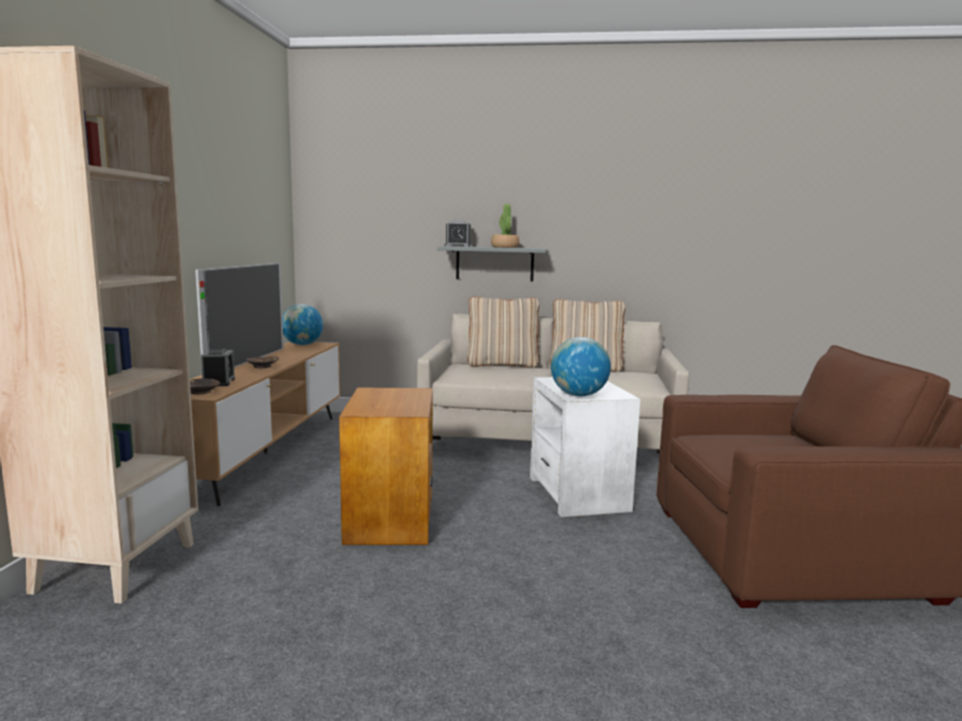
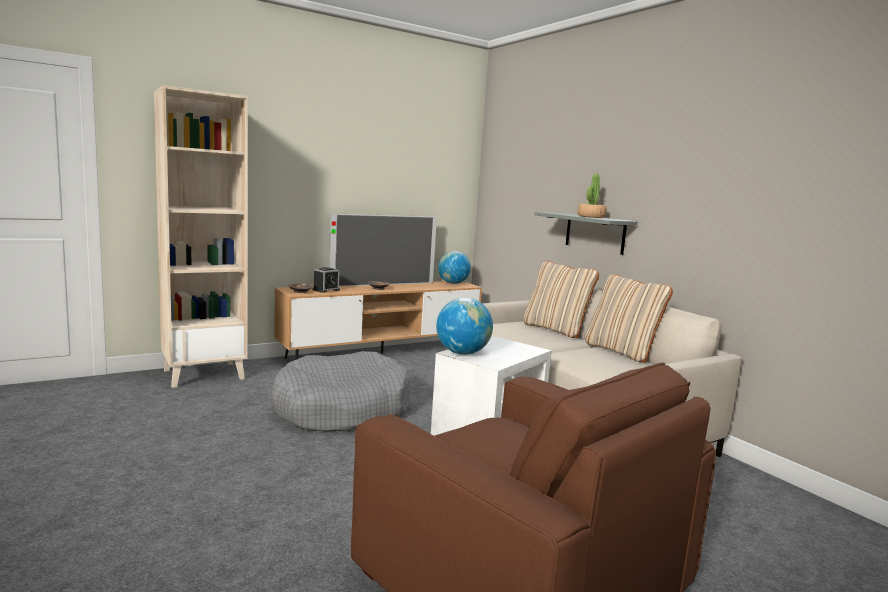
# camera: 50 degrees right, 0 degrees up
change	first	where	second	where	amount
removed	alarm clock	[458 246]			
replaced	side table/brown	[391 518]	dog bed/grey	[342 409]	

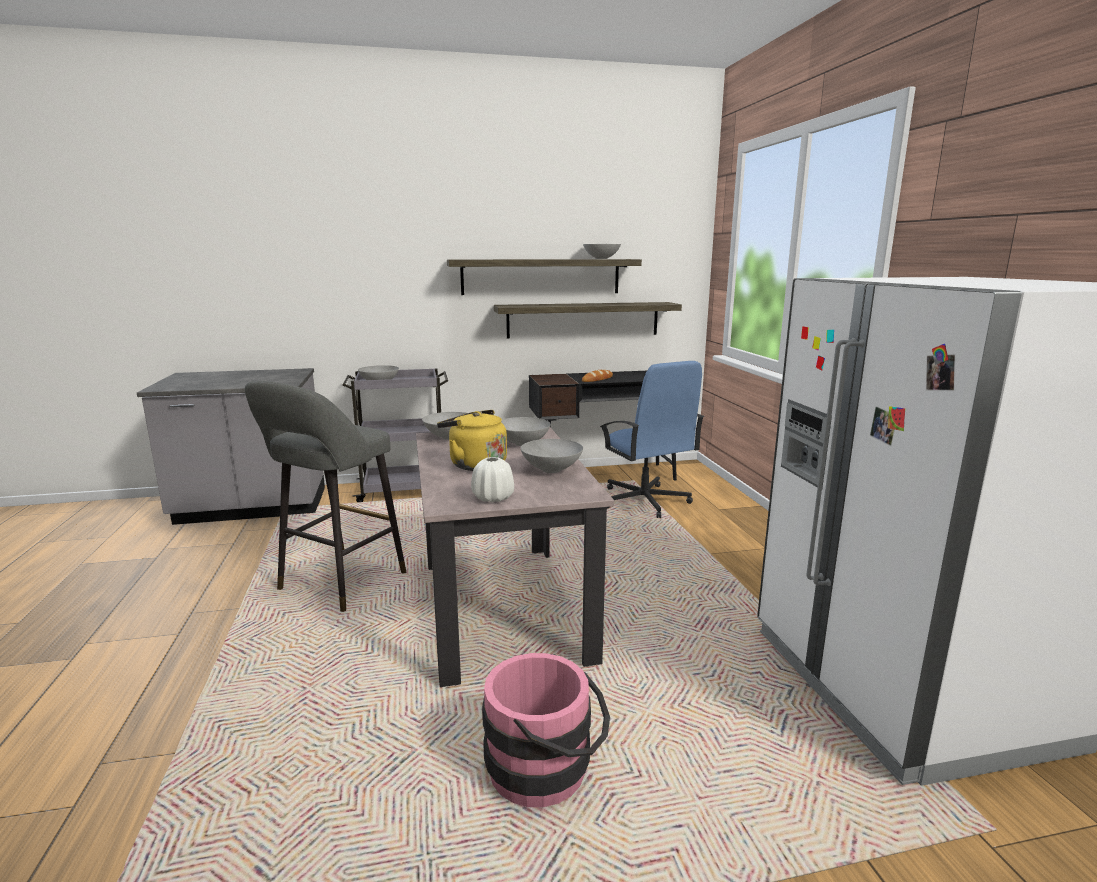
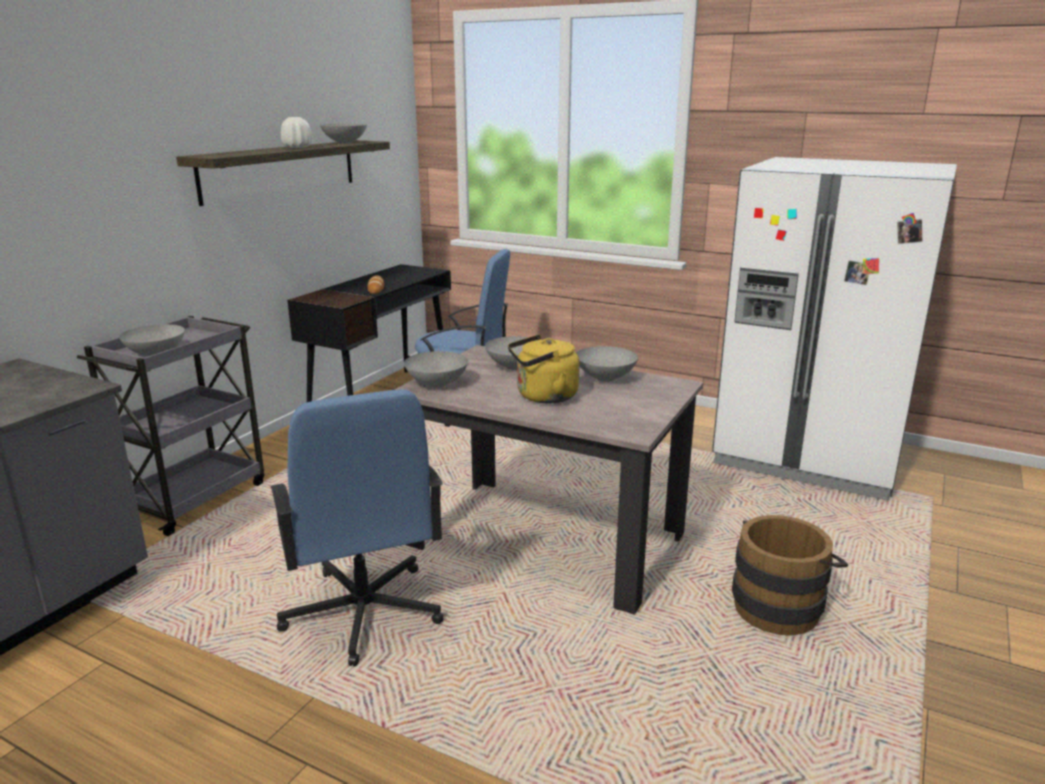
# camera: 50 degrees left, 5 degrees up
change	first	where	second	where	amount
removed	shelf	[583 320]			
moved	vase/white	[493 498]		[297 147]	
replaced	stool/grey	[337 584]	office chair/blue	[363 613]	
recoloured	bucket/pink	[547 770]	bucket/brown	[780 606]	

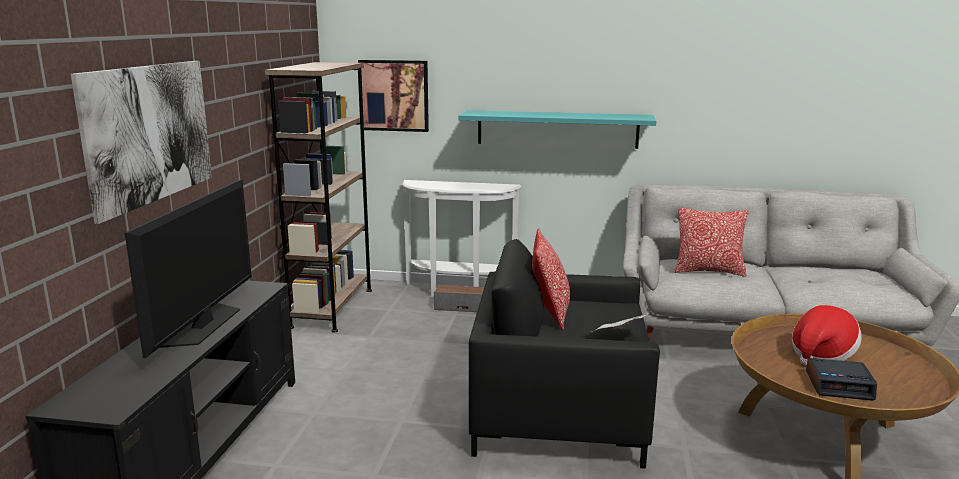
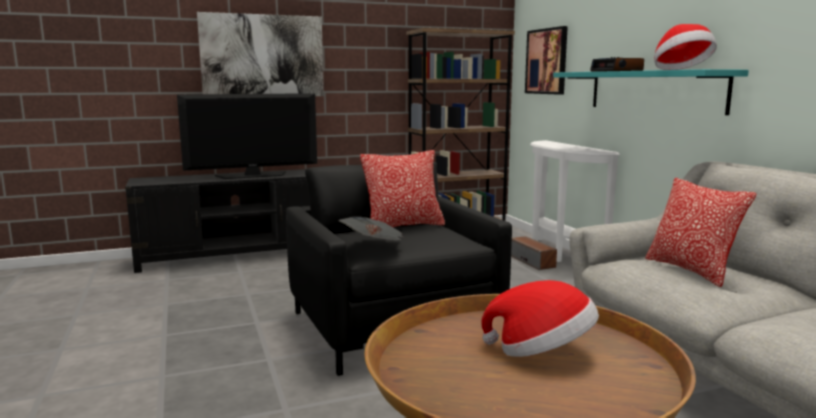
# camera: 60 degrees right, 5 degrees down
change	first	where	second	where	amount
added			hat	[681 69]	
moved	alarm clock	[839 385]		[617 71]	

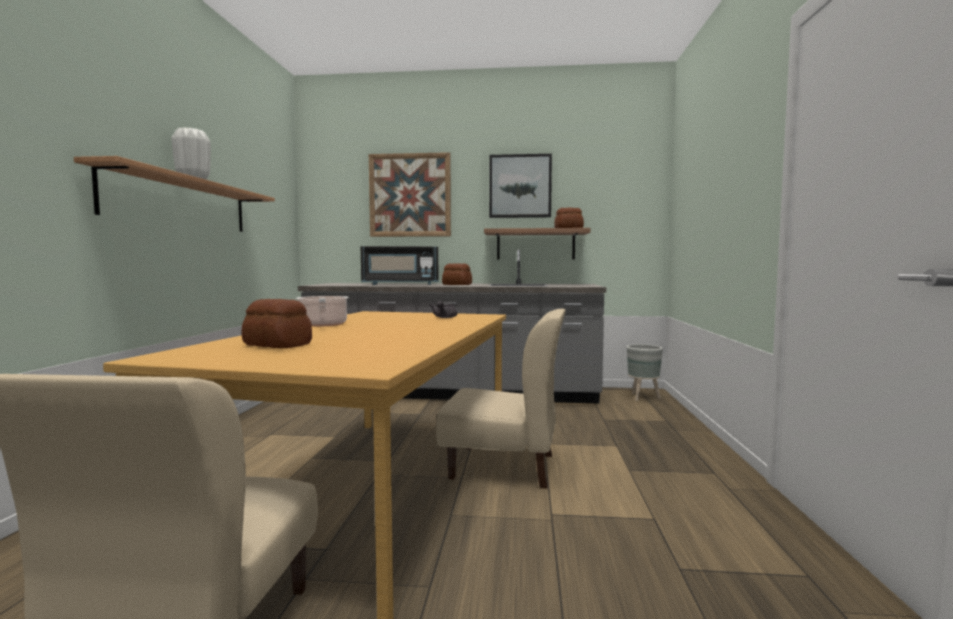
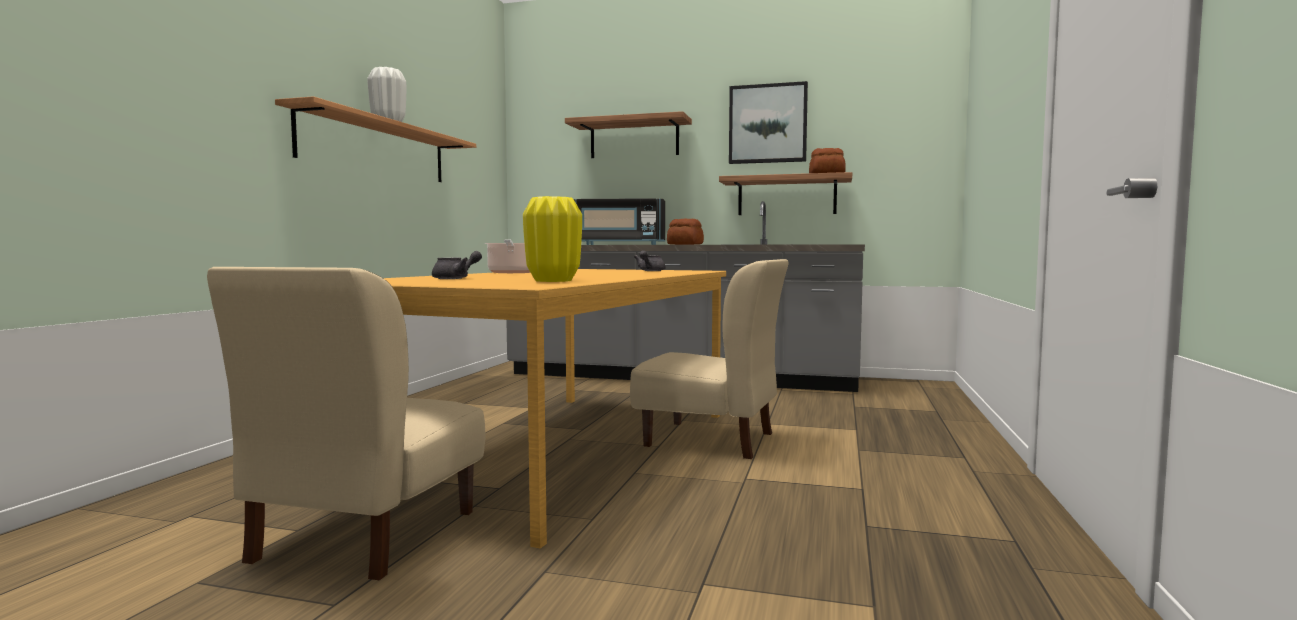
# camera: 10 degrees right, 0 degrees up
change	first	where	second	where	amount
removed	planter/grey	[643 397]			
added			vase/yellow	[552 281]	
replaced	bread	[278 345]	teapot/grey	[456 278]	
replaced	picture	[410 195]	shelf	[634 139]	

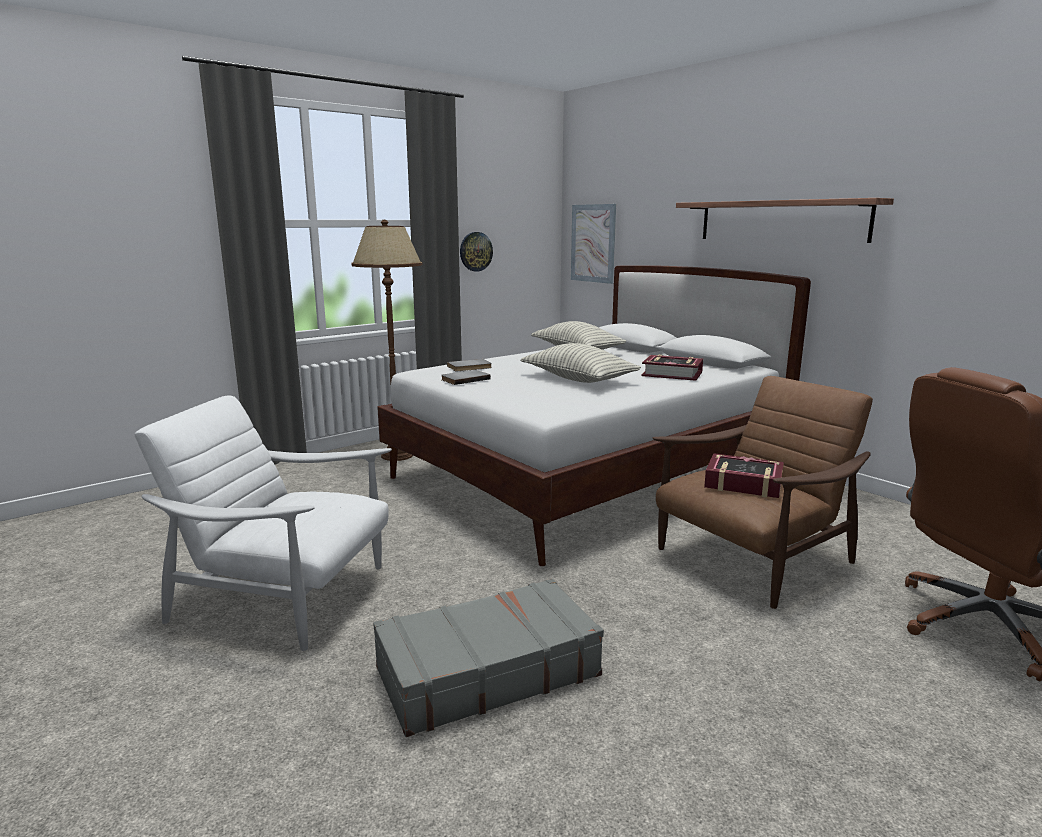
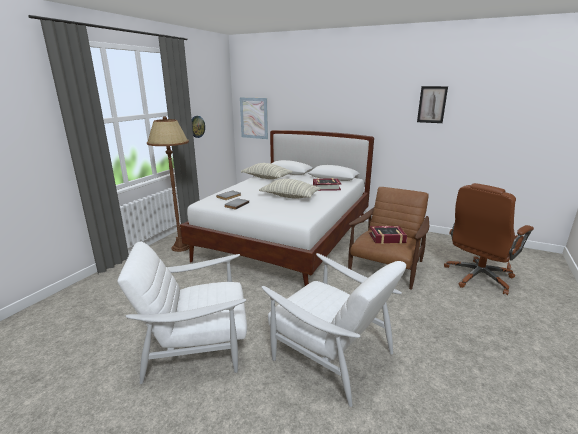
# camera: 25 degrees left, 5 degrees up
change	first	where	second	where	amount
removed	shelf	[780 221]			
added			picture	[432 104]	
replaced	suitcase/grey	[486 671]	armchair/white	[330 353]	

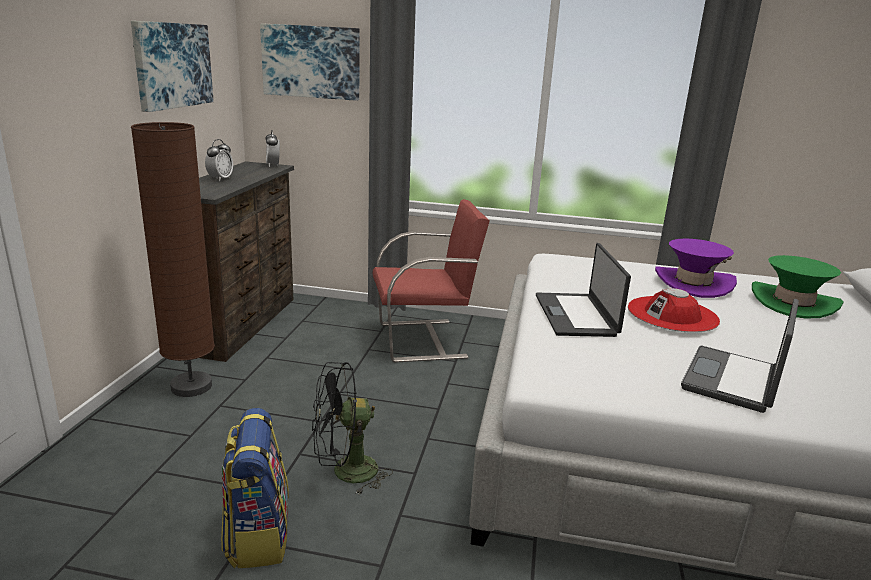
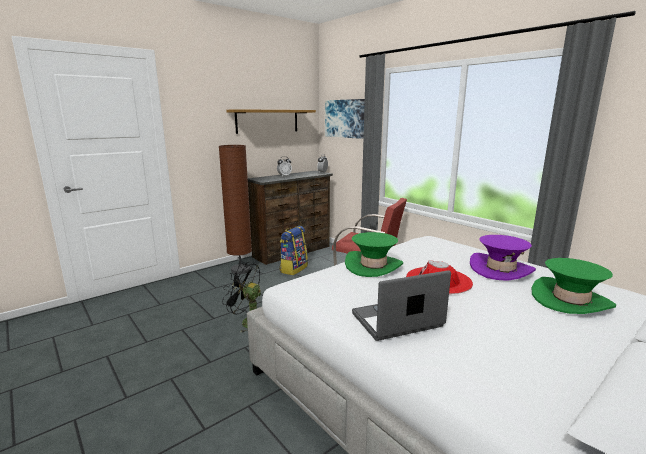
# camera: 40 degrees right, 5 degrees down
change	first	where	second	where	amount
moved	backpack	[257 535]		[293 269]	
replaced	picture	[172 65]	shelf	[267 121]	
replaced	laptop	[576 315]	hat/green	[373 266]	

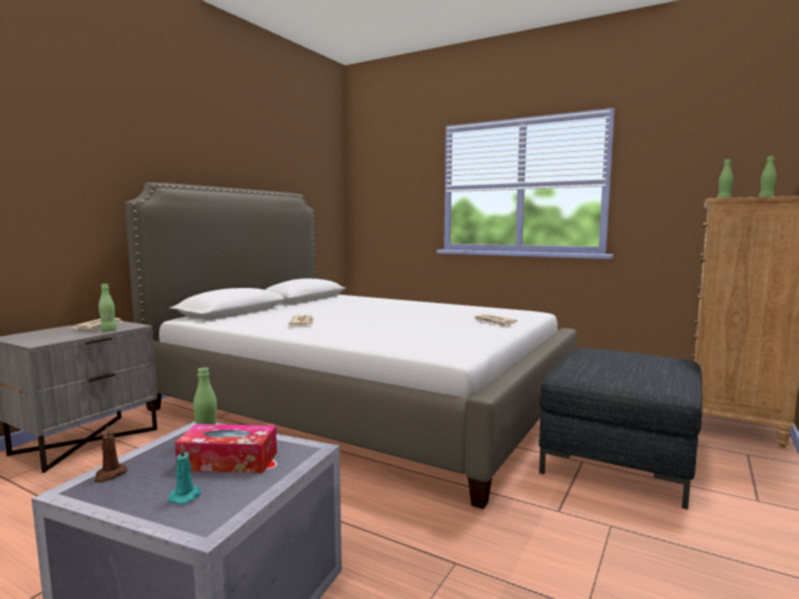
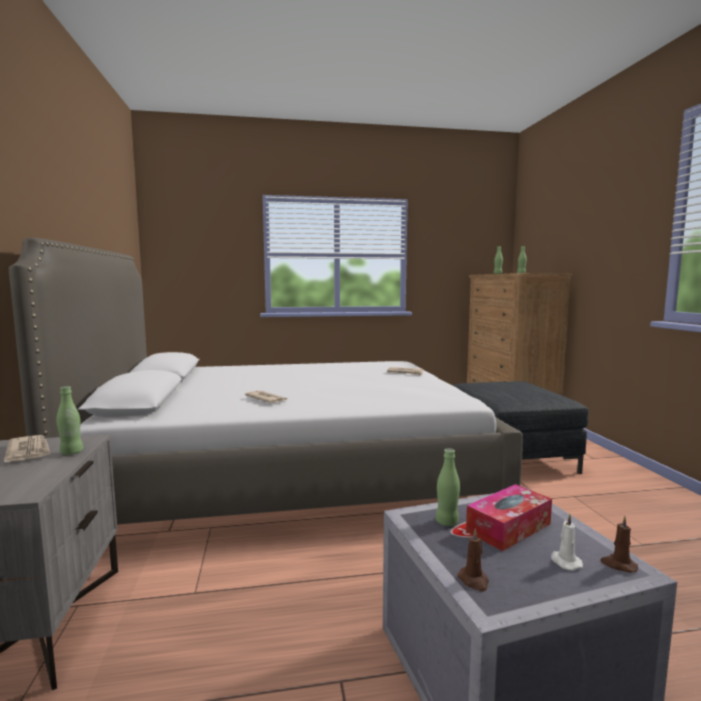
# camera: 40 degrees left, 0 degrees up
change	first	where	second	where	amount
added			candle/brown	[618 565]	
recoloured	candle/turquoise	[186 496]	candle/white	[565 562]	

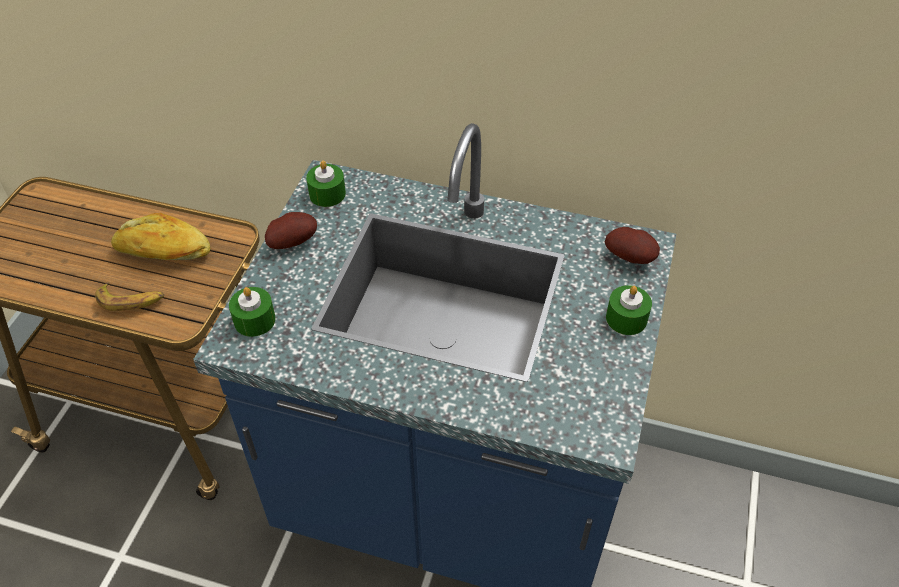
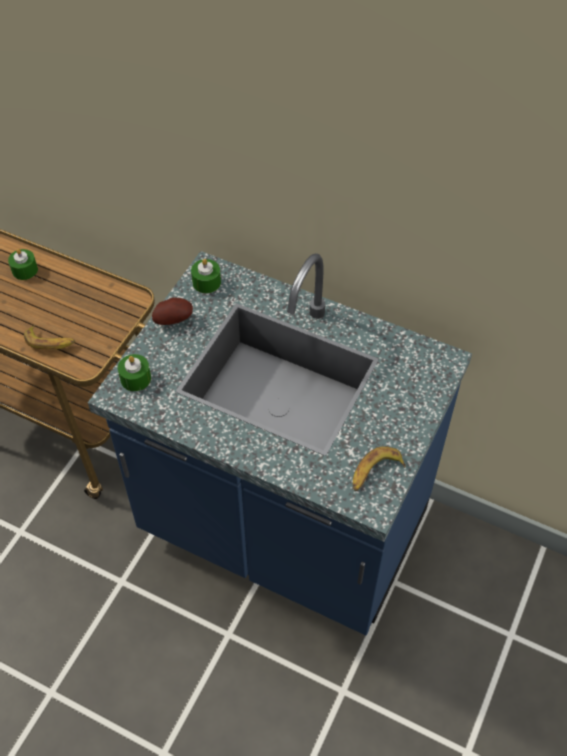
# camera: 10 degrees right, 5 degrees up
change	first	where	second	where	amount
removed	bread	[164 252]			
removed	potato	[631 257]			
added			banana	[375 472]	
moved	candle/green	[626 318]		[25 270]	

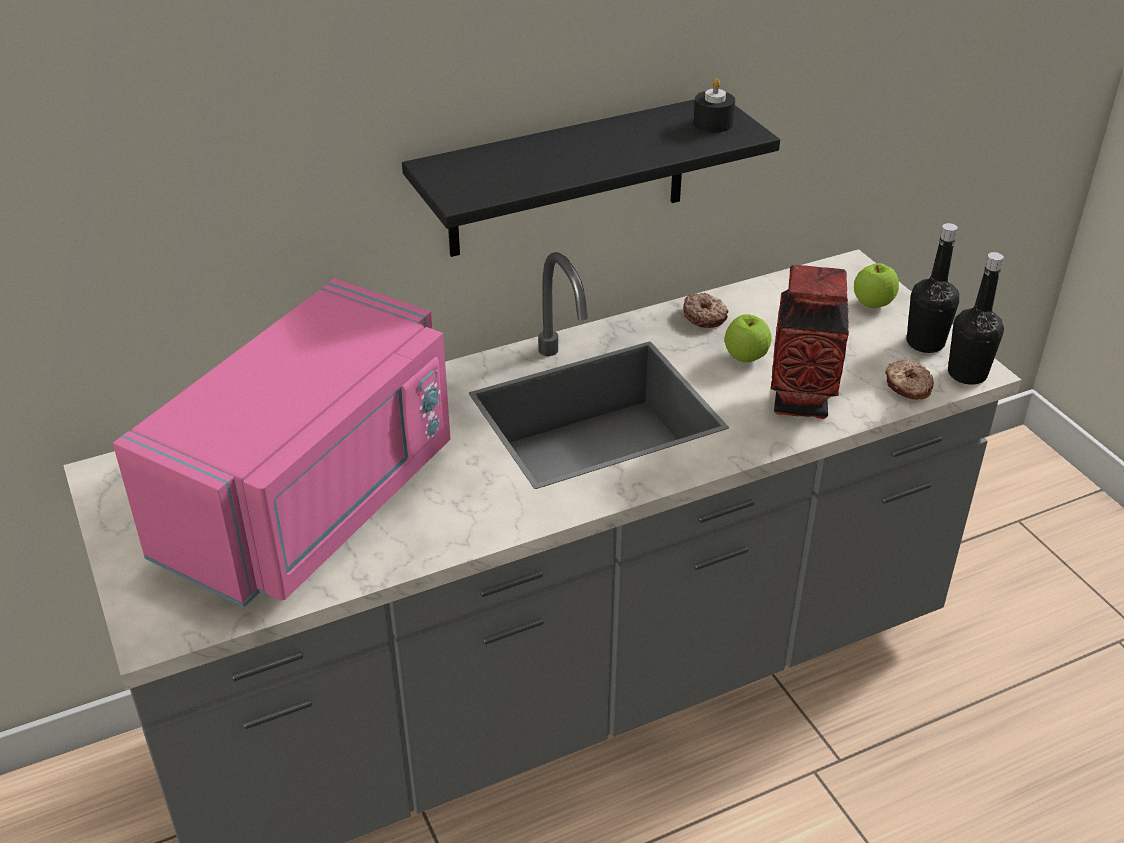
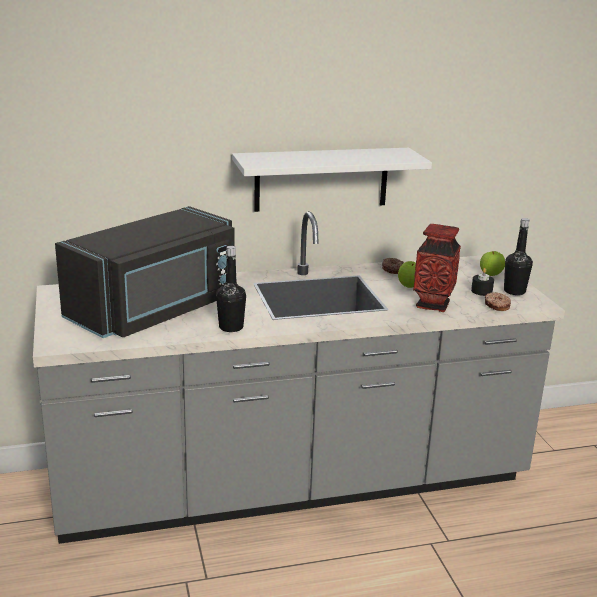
# camera: 10 degrees right, 15 degrees down
change	first	where	second	where	amount
moved	candle/black	[713 123]		[481 291]	
moved	bottle/black	[967 374]		[231 327]	
recoloured	microwave/pink	[315 502]	microwave/black	[156 311]	
recoloured	shelf/black	[567 177]	shelf/white	[321 179]	

